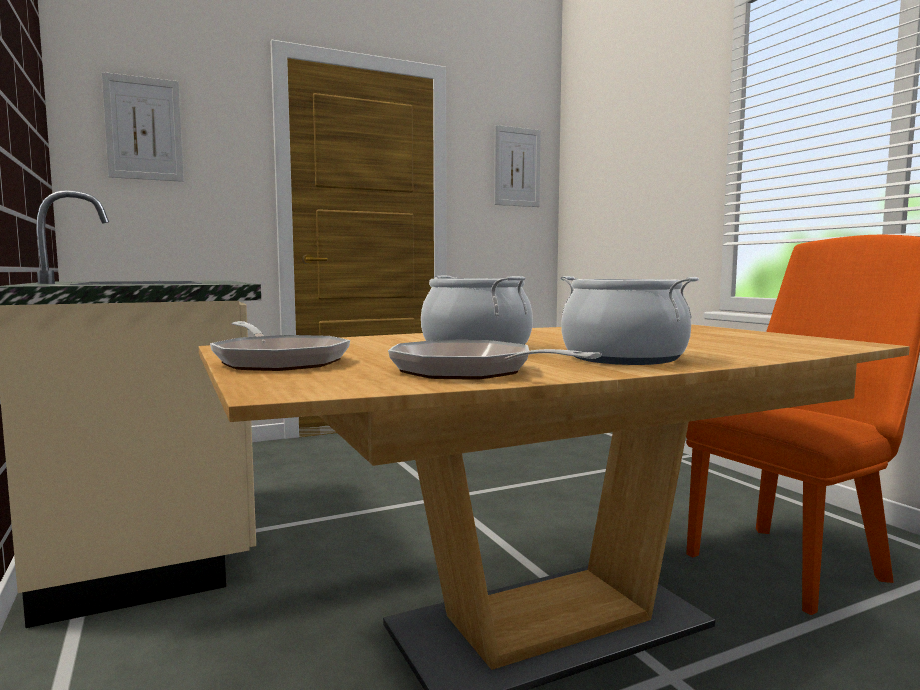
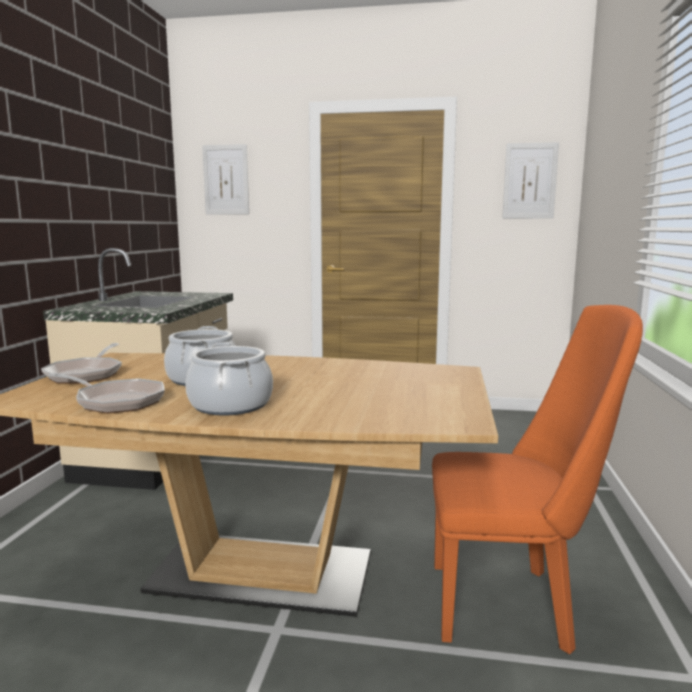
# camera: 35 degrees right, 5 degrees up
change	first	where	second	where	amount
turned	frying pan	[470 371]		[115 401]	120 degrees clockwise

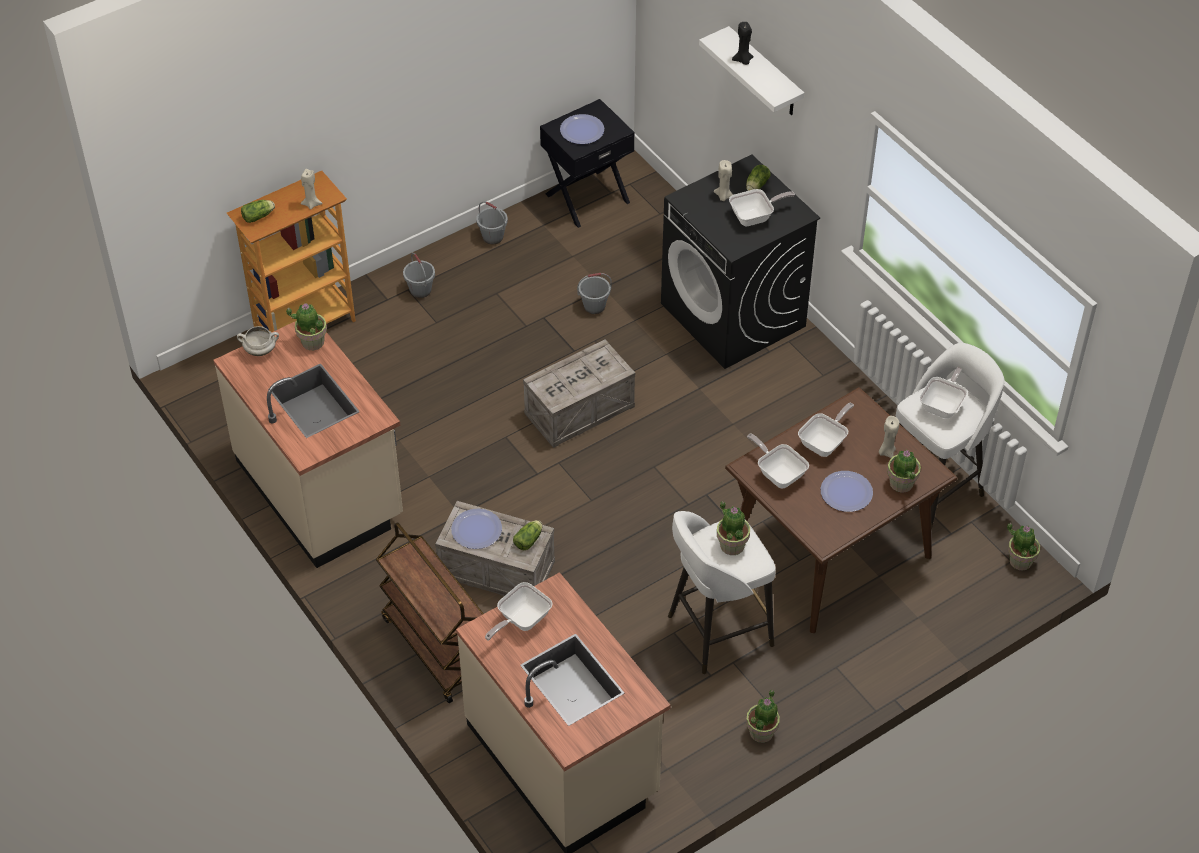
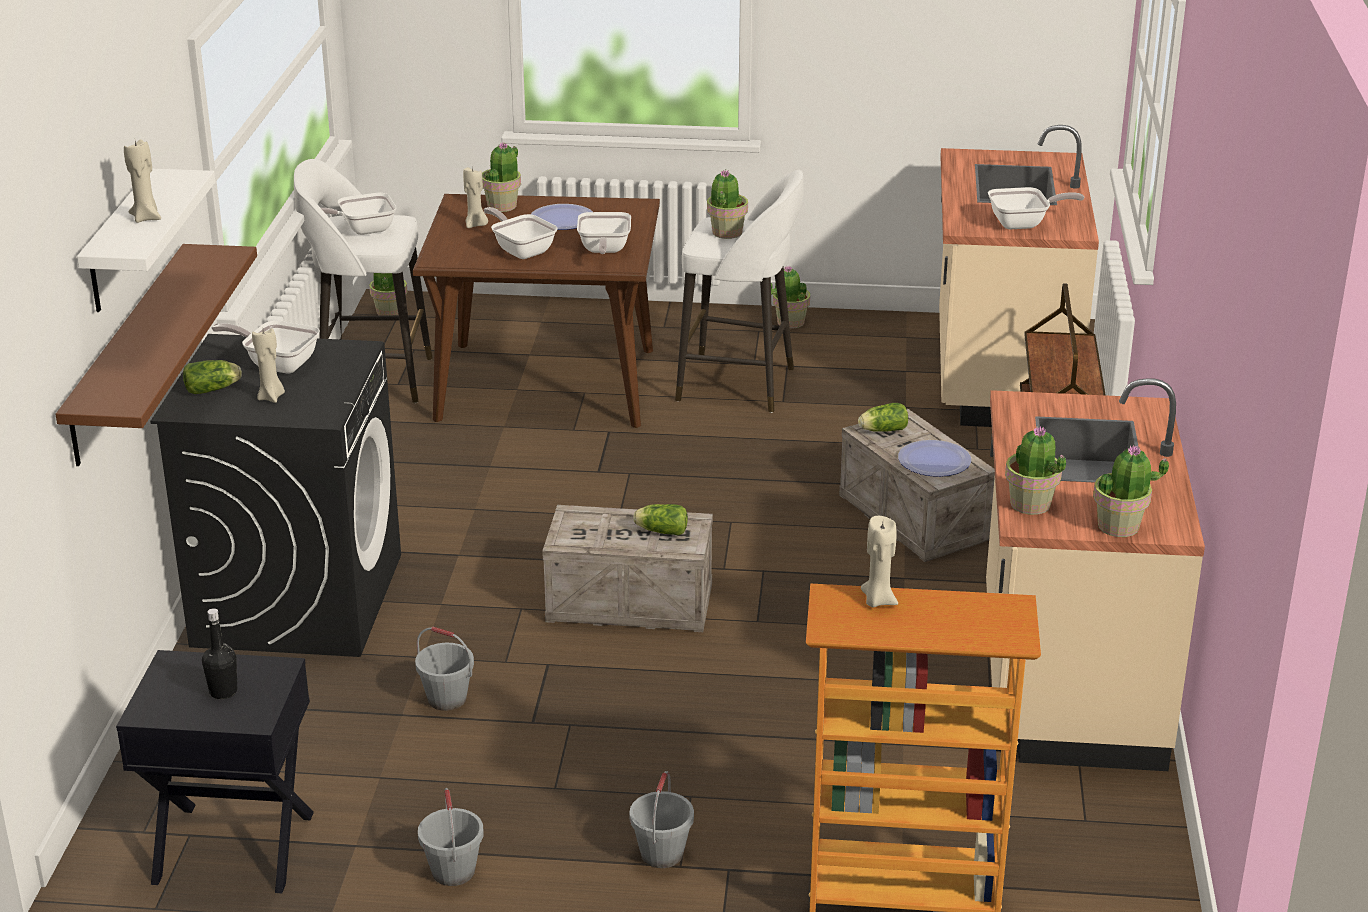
# camera: 140 degrees left, 20 degrees down
change	first	where	second	where	amount
added			shelf/brown	[128 353]	
moved	lettuce	[259 216]		[660 531]	
replaced	cooking pot/white	[260 350]	potted plant	[1119 526]	
replaced	plate	[582 130]	bottle/black	[223 692]	
recoloured	candle/black	[743 60]	candle/beige	[146 218]	
turned	frying pan	[825 442]		[521 250]	60 degrees clockwise

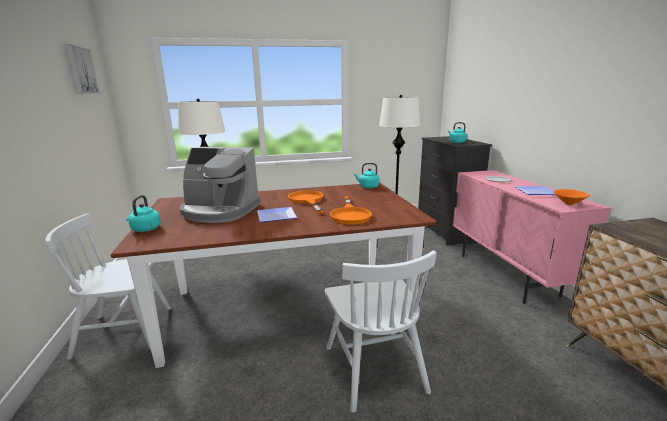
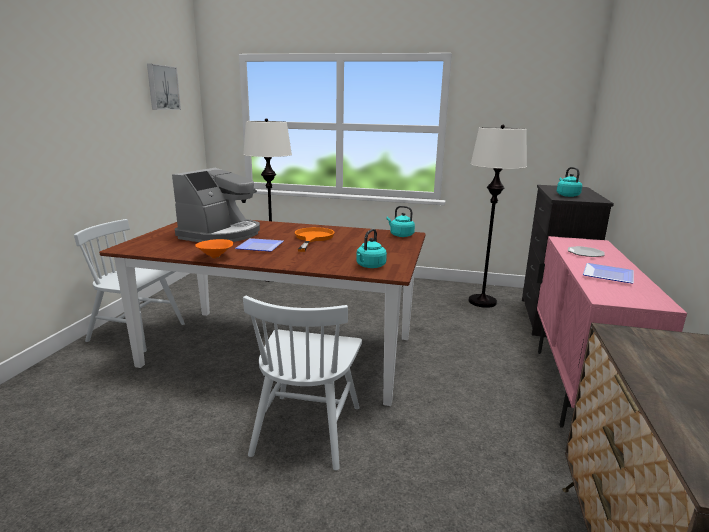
# camera: 25 degrees right, 0 degrees up
change	first	where	second	where	amount
removed	frying pan/orange	[350 214]			
moved	kettle/turquoise	[145 230]		[370 266]	
moved	bowl/orange	[570 204]		[216 257]	
turned	coffee machine	[219 211]		[221 234]	105 degrees counterclockwise

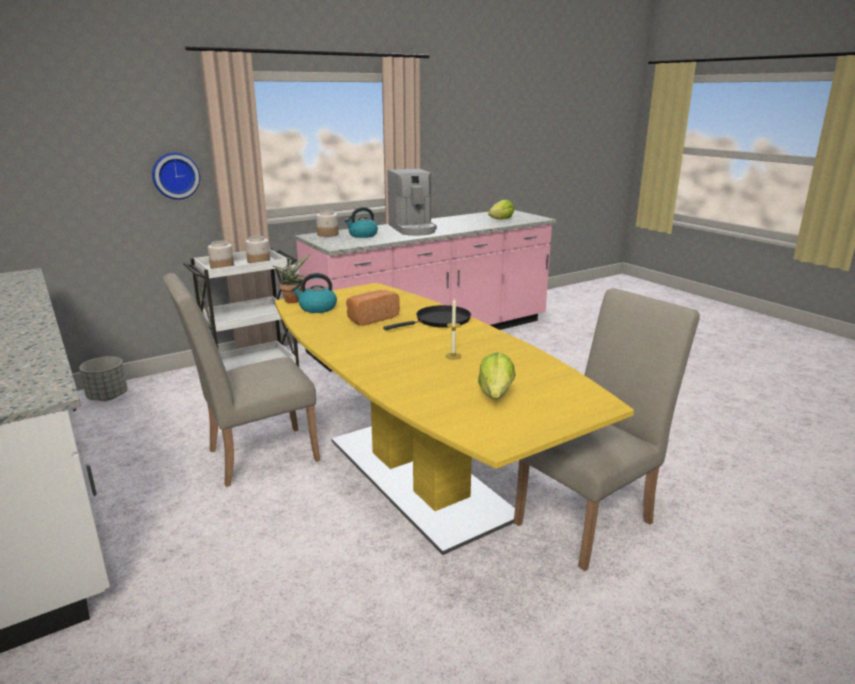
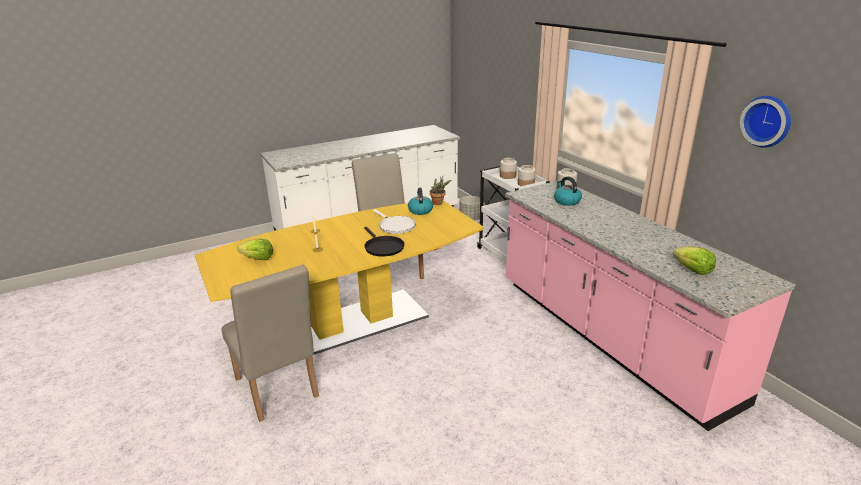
# camera: 95 degrees right, 5 degrees up
change	first	where	second	where	amount
removed	coffee machine	[413 229]			
moved	wall clock	[175 175]		[767 121]	
replaced	bread	[371 318]	frying pan/white	[395 226]	

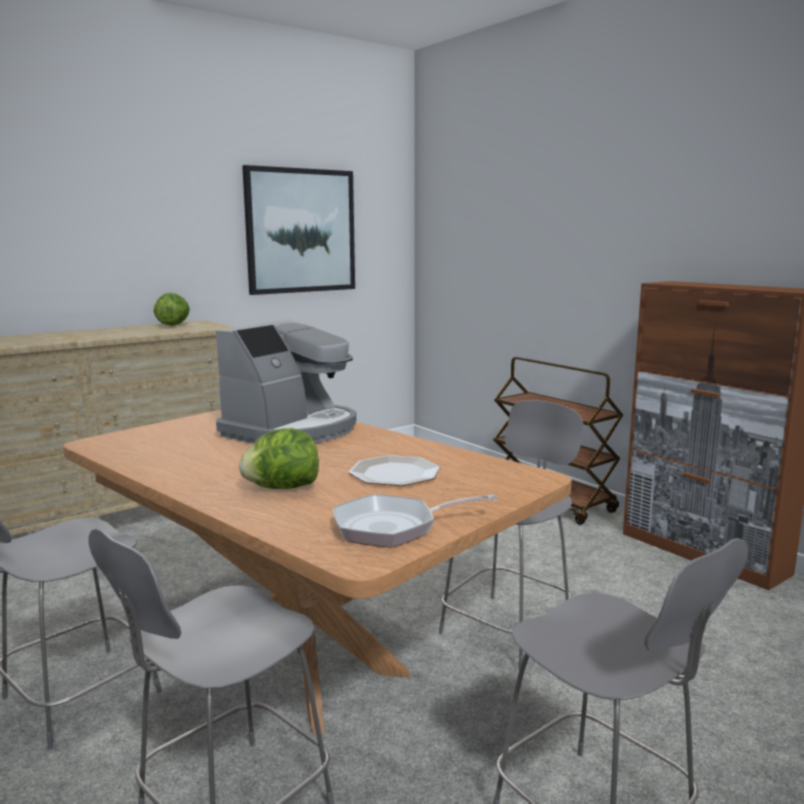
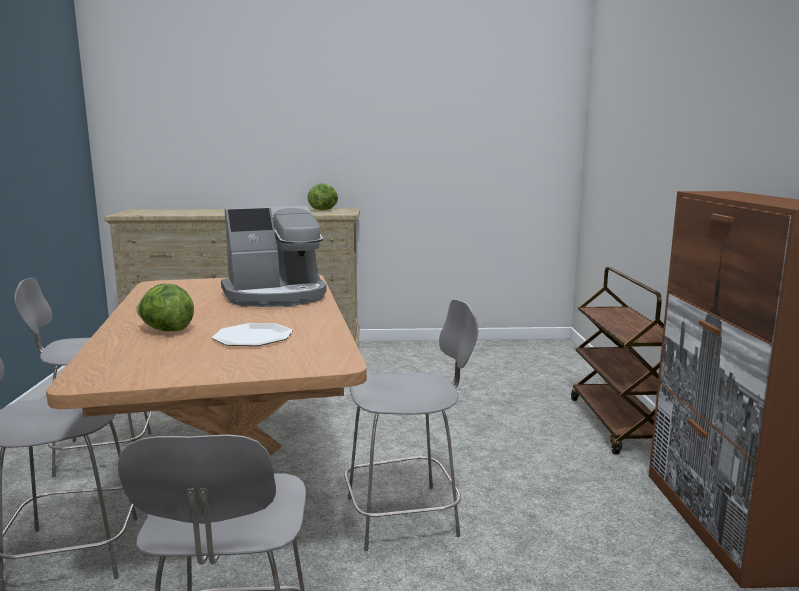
# camera: 35 degrees right, 0 degrees up
change	first	where	second	where	amount
removed	picture	[301 231]			
removed	frying pan	[393 527]			

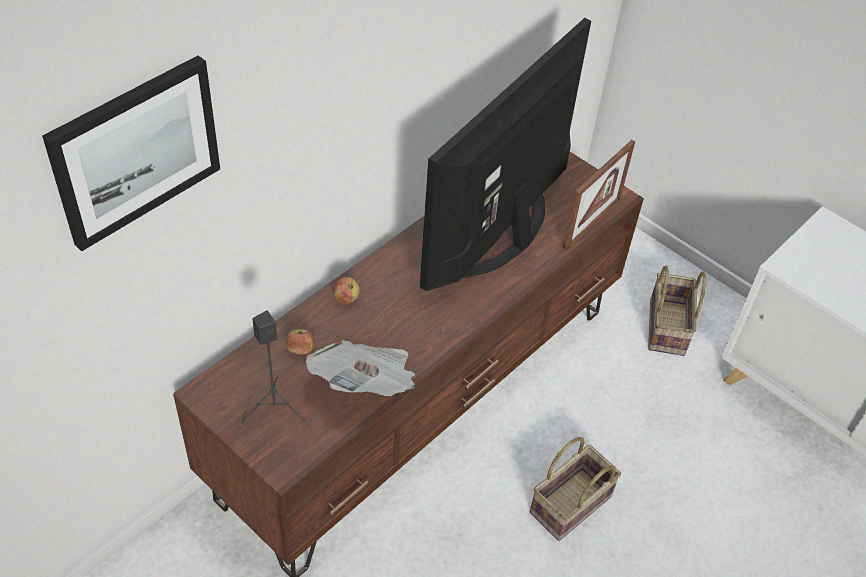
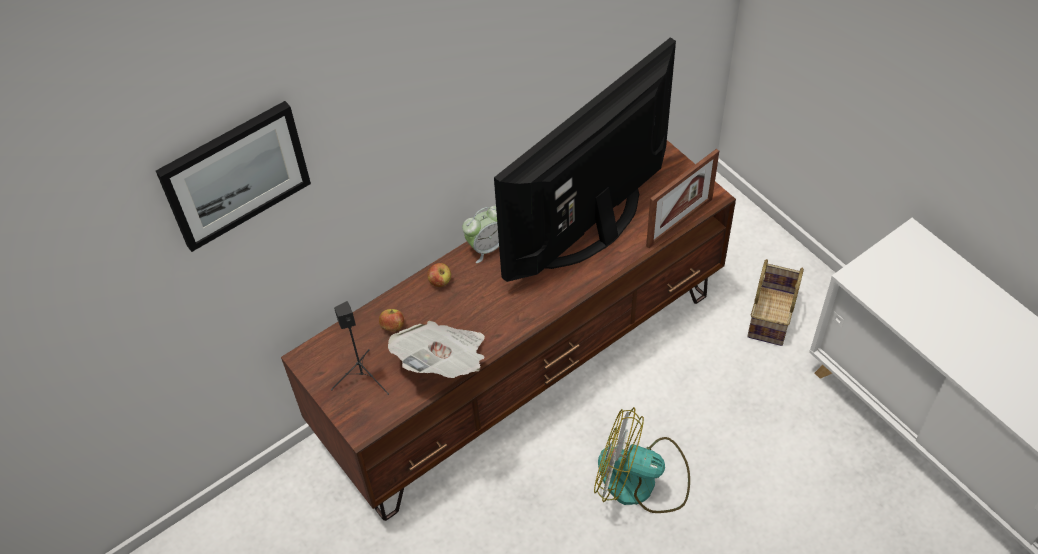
# camera: 15 degrees right, 5 degrees up
change	first	where	second	where	amount
added			alarm clock	[487 247]	
replaced	basket	[570 507]	fan	[641 481]	

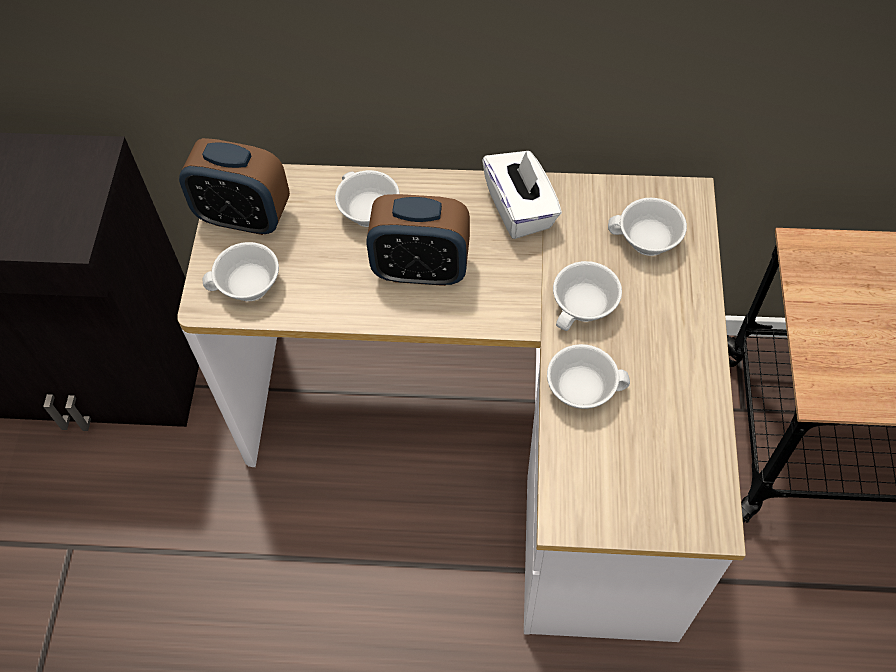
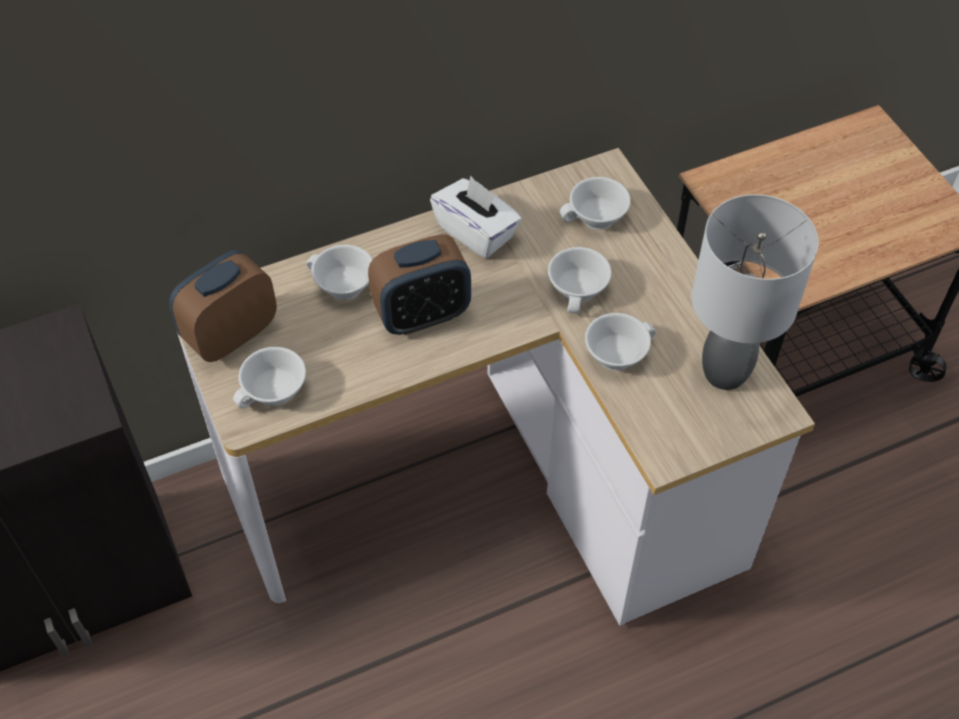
# camera: 30 degrees left, 5 degrees down
change	first	where	second	where	amount
added			table lamp/grey	[726 372]	
turned	alarm clock	[244 217]		[230 334]	150 degrees clockwise

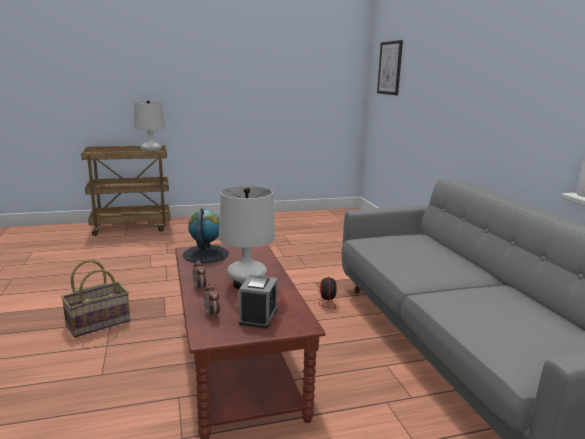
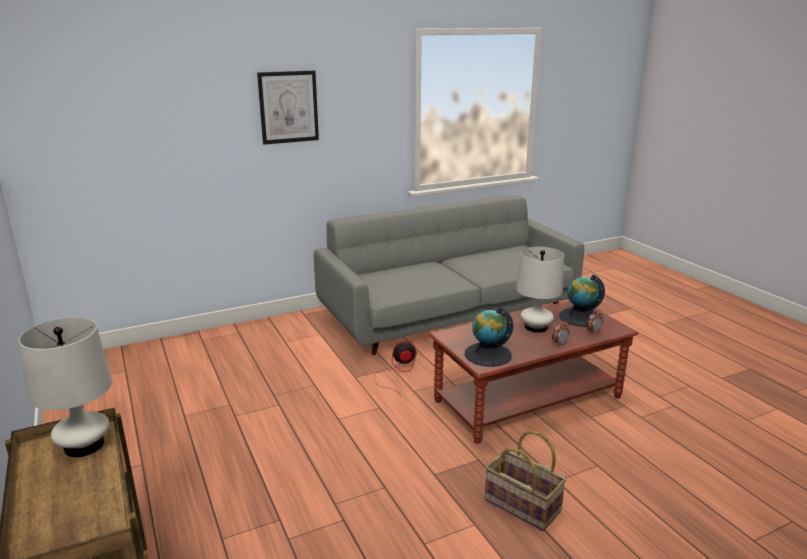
# camera: 100 degrees left, 5 degrees up
change	first	where	second	where	amount
moved	picture	[390 68]		[288 107]	
replaced	alarm clock	[258 316]	globe	[580 317]	

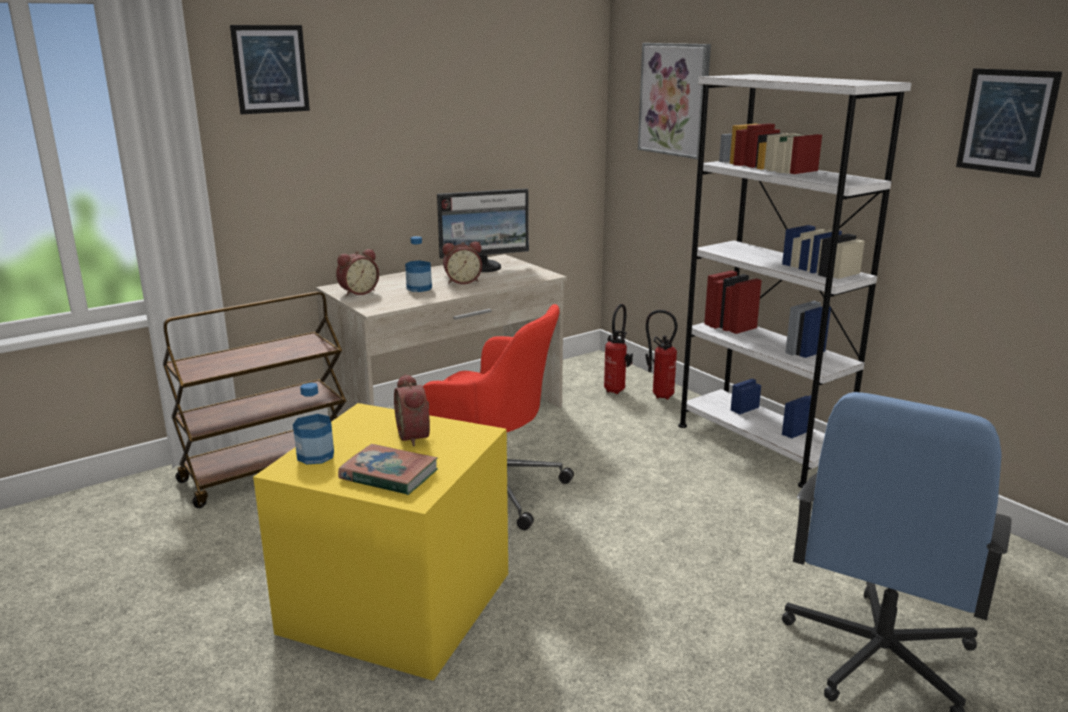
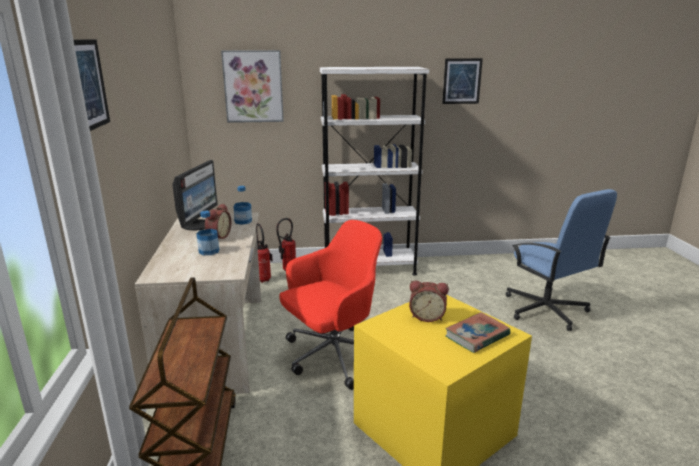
# camera: 60 degrees left, 0 degrees up
change	first	where	second	where	amount
removed	alarm clock	[358 292]			
moved	bottle	[315 455]		[243 221]	

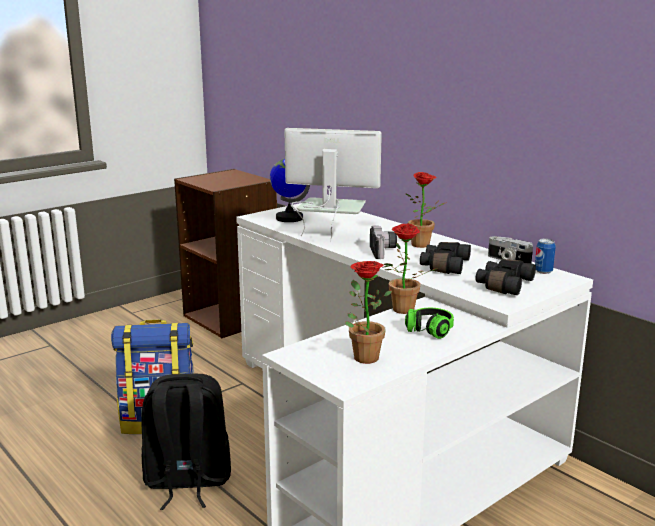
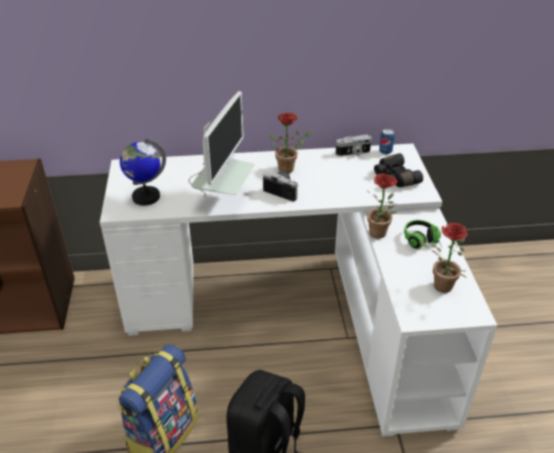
# camera: 55 degrees left, 20 degrees up
change	first	where	second	where	amount
removed	binoculars/black	[443 266]			
turned	monitor	[330 238]		[223 199]	150 degrees clockwise

